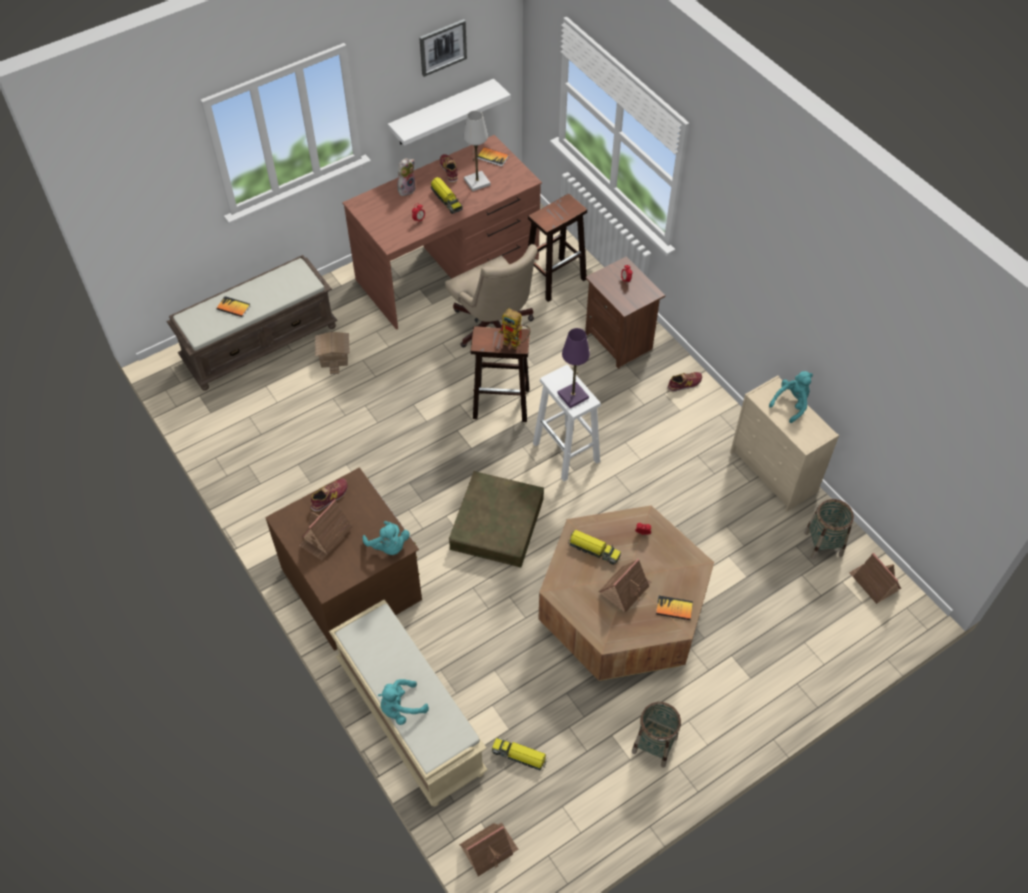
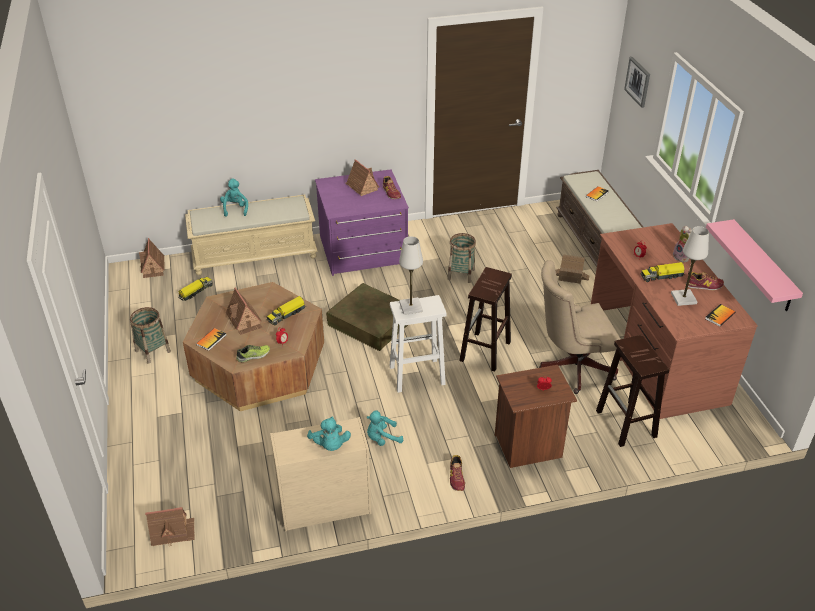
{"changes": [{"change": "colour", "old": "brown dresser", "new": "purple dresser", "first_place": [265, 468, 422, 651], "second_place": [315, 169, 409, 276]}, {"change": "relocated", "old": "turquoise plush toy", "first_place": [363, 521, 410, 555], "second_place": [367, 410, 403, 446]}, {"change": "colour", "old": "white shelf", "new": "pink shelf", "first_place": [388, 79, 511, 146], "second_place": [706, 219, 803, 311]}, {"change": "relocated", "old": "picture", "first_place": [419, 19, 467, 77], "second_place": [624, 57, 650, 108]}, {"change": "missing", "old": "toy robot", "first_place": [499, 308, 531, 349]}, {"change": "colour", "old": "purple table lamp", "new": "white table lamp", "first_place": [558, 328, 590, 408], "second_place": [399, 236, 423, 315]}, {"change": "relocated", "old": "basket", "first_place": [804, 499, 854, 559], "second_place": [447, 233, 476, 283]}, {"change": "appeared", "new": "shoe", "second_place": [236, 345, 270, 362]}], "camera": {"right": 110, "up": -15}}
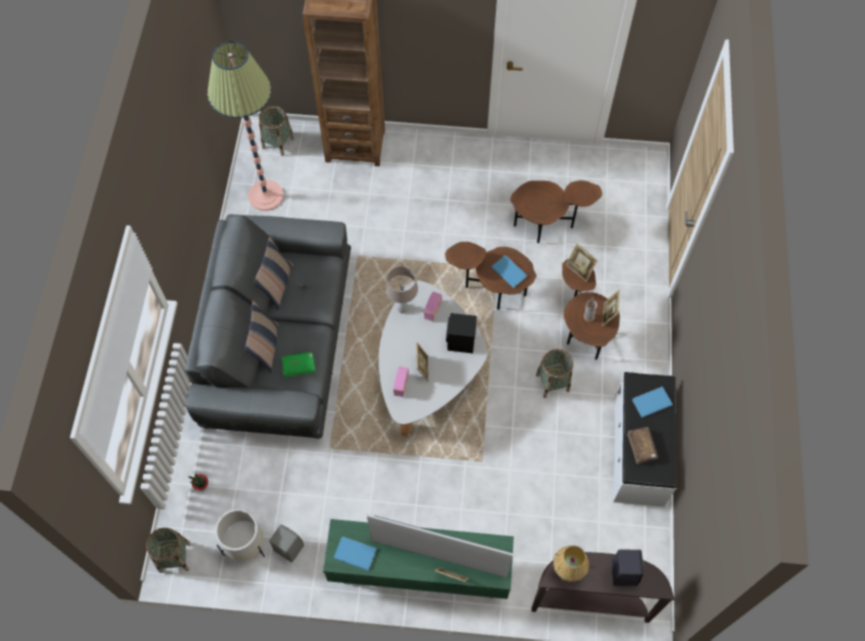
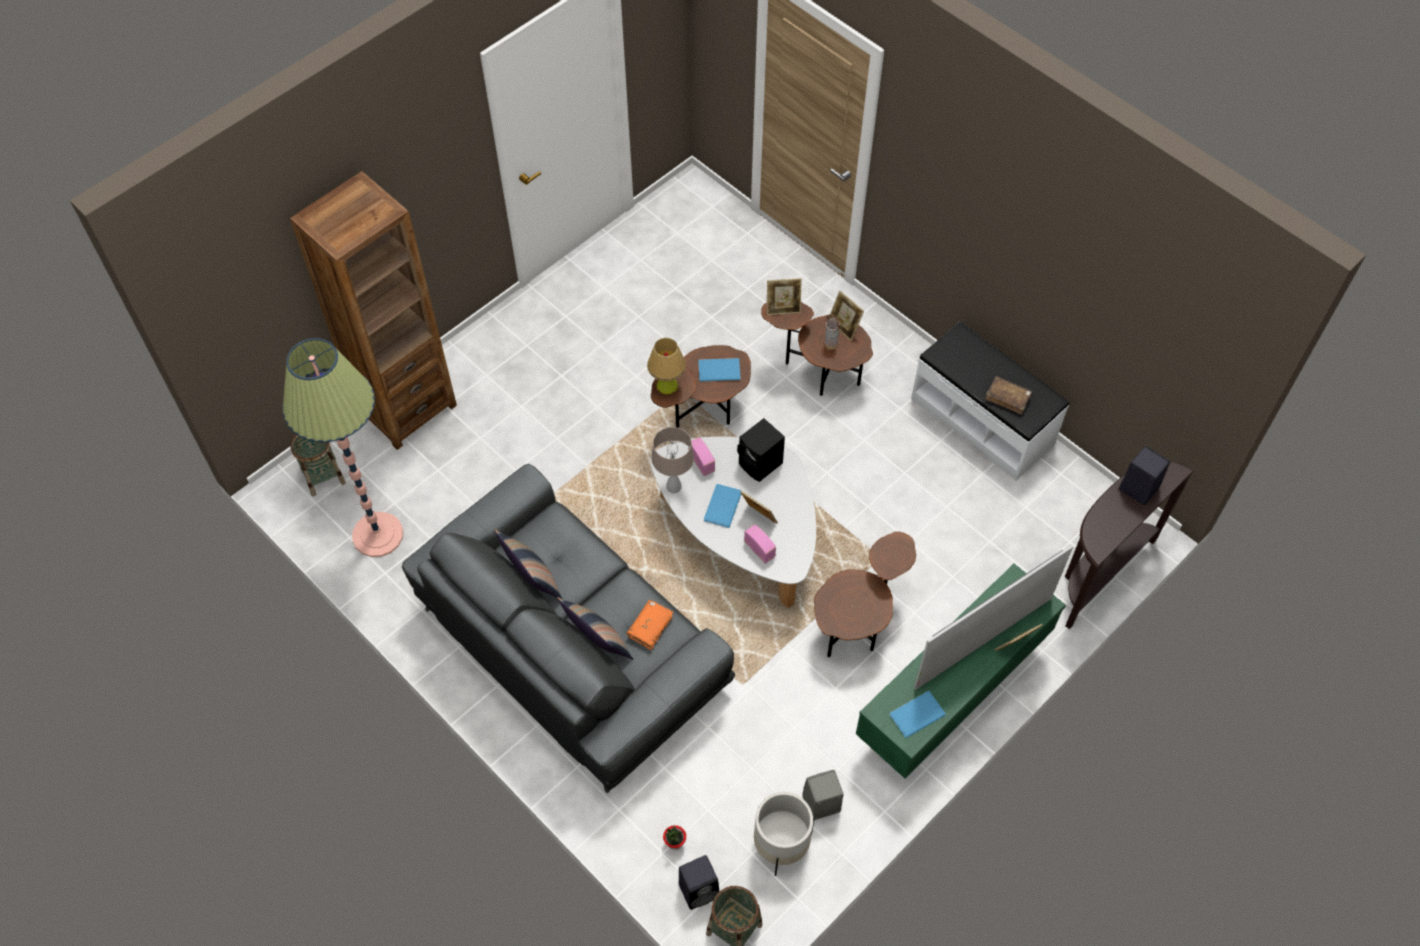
{"changes": [{"change": "colour", "old": "green book", "new": "orange book", "first_place": [281, 352, 316, 378], "second_place": [627, 600, 673, 650]}, {"change": "relocated", "old": "brown side table", "first_place": [510, 181, 602, 243], "second_place": [814, 531, 916, 657]}, {"change": "missing", "old": "basket", "first_place": [536, 349, 573, 398]}, {"change": "relocated", "old": "table lamp", "first_place": [553, 545, 589, 582], "second_place": [647, 338, 686, 394]}, {"change": "relocated", "old": "blue book", "first_place": [632, 387, 673, 418], "second_place": [704, 484, 742, 528]}, {"change": "appeared", "new": "black speaker", "second_place": [679, 855, 719, 910]}], "camera": {"right": -50, "up": -5}}
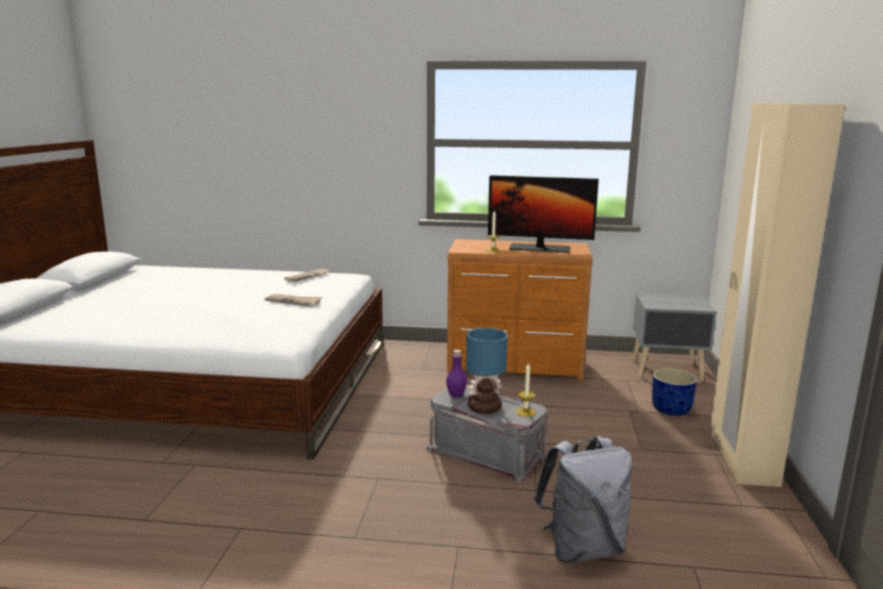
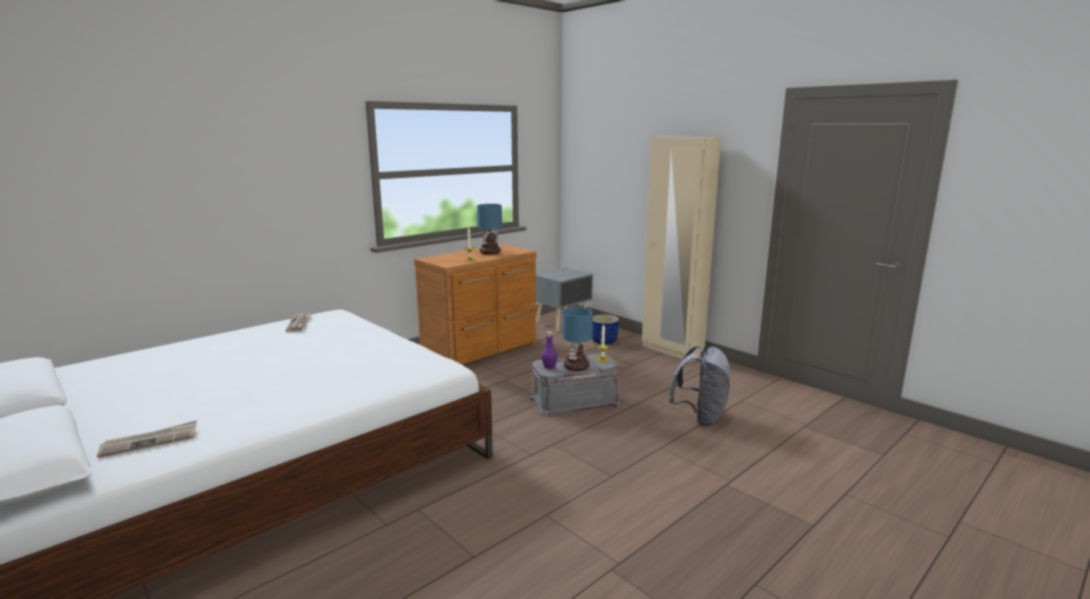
{"changes": [{"change": "relocated", "old": "newspaper", "first_place": [264, 294, 322, 307], "second_place": [97, 420, 197, 458]}, {"change": "exchanged", "old": "monitor", "new": "table lamp", "first_place": [488, 175, 599, 253], "second_place": [477, 204, 502, 255]}], "camera": {"right": -50, "up": 0}}
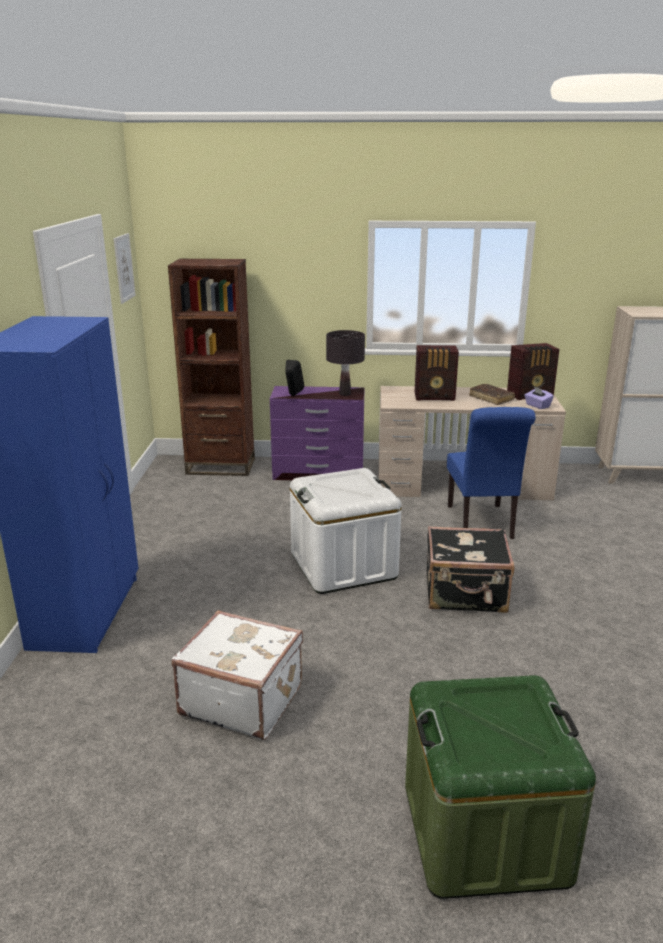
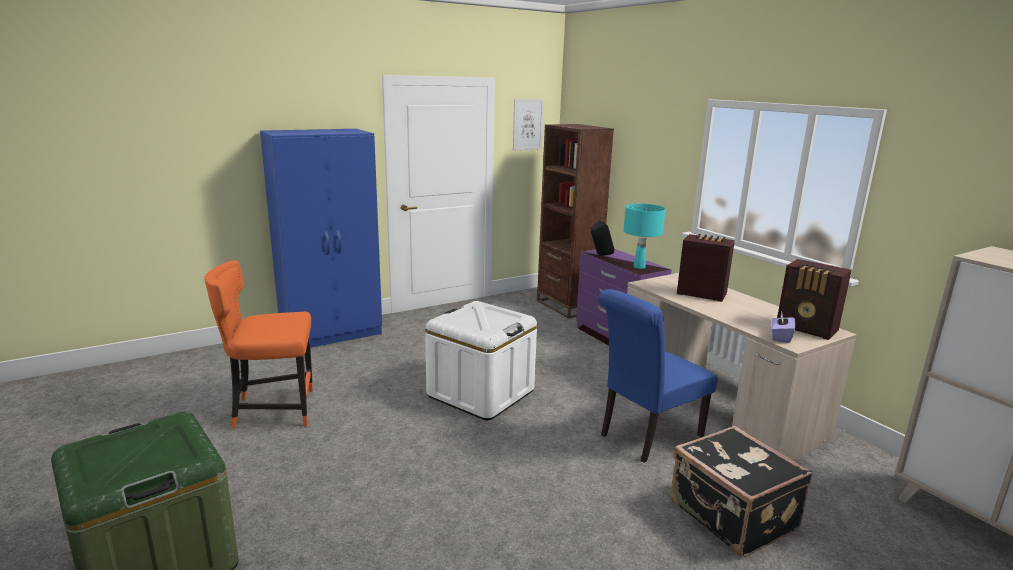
{"changes": [{"change": "exchanged", "old": "white suitcase", "new": "orange chair", "first_place": [171, 610, 303, 740], "second_place": [204, 261, 313, 429]}, {"change": "colour", "old": "black table lamp", "new": "turquoise table lamp", "first_place": [326, 330, 365, 396], "second_place": [623, 204, 665, 269]}, {"change": "spun", "old": "radio", "first_place": [415, 345, 459, 401], "second_place": [677, 234, 735, 302], "degrees": 150}, {"change": "relocated", "old": "black suitcase", "first_place": [426, 526, 514, 613], "second_place": [670, 426, 812, 557]}, {"change": "missing", "old": "brown book", "first_place": [469, 384, 515, 405]}], "camera": {"right": 55, "up": -5}}
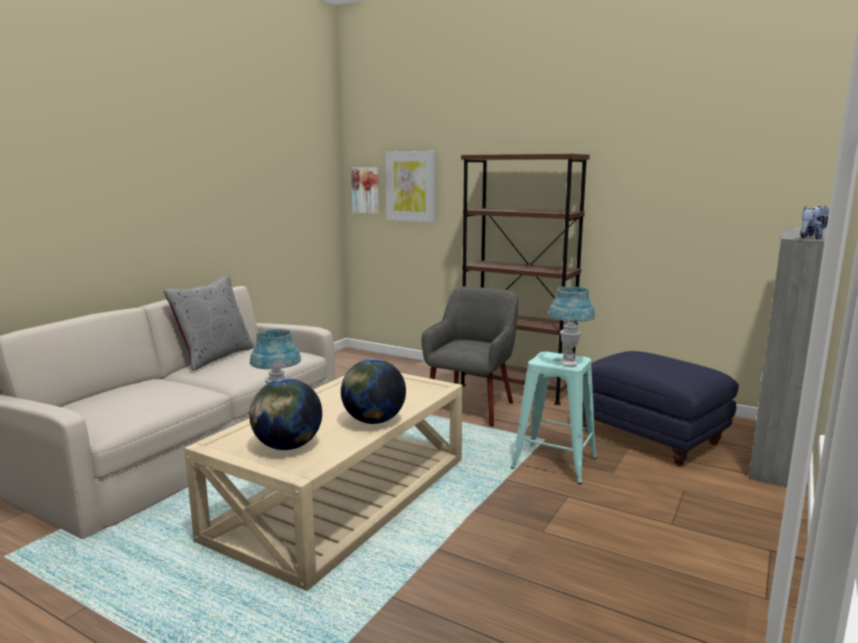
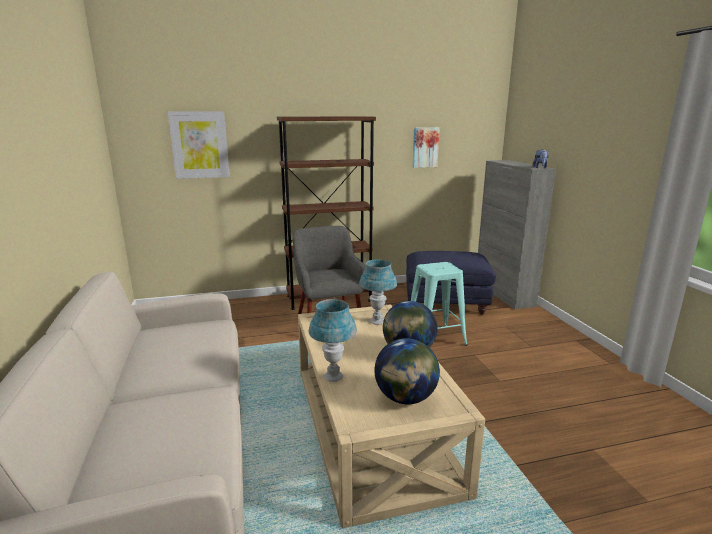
{"changes": [{"change": "missing", "old": "grey pillow", "first_place": [164, 276, 254, 371]}, {"change": "relocated", "old": "picture", "first_place": [351, 167, 379, 214], "second_place": [412, 127, 440, 168]}, {"change": "relocated", "old": "blue table lamp", "first_place": [548, 286, 595, 366], "second_place": [359, 259, 397, 325]}], "camera": {"right": -45, "up": 5}}
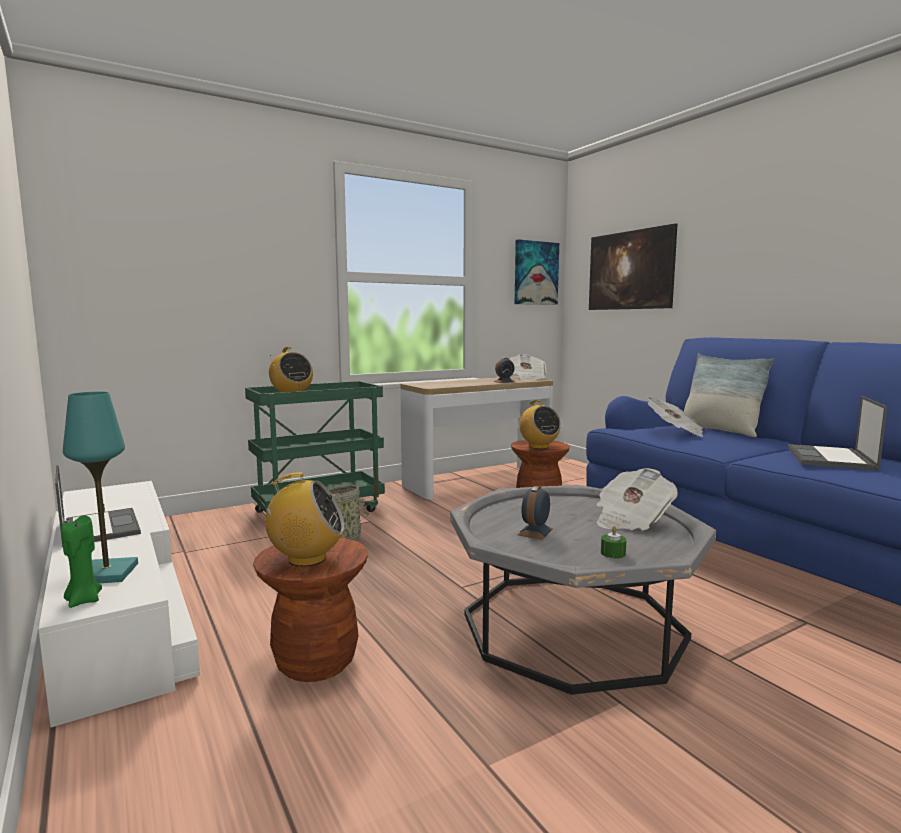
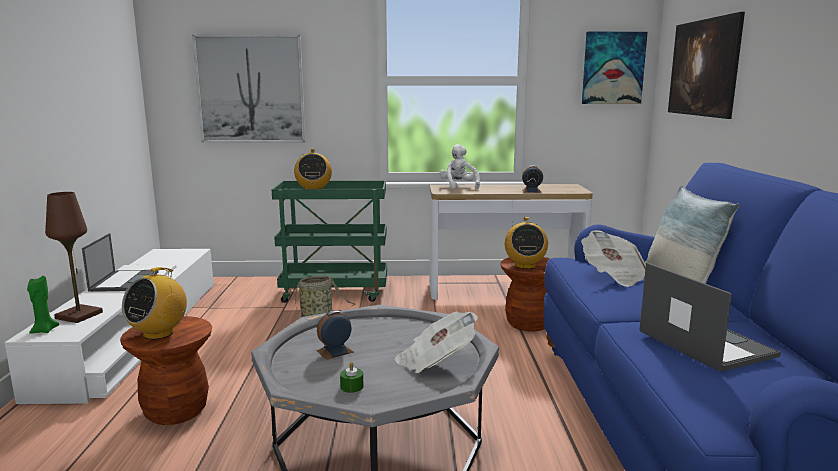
{"changes": [{"change": "colour", "old": "turquoise table lamp", "new": "brown table lamp", "first_place": [63, 392, 138, 583], "second_place": [45, 192, 103, 323]}, {"change": "spun", "old": "radio", "first_place": [256, 473, 344, 567], "second_place": [122, 267, 187, 340], "degrees": 90}, {"change": "missing", "old": "newspaper", "first_place": [510, 354, 547, 381]}, {"change": "spun", "old": "laptop", "first_place": [788, 396, 887, 470], "second_place": [639, 263, 781, 372], "degrees": 105}, {"change": "appeared", "new": "picture", "second_place": [192, 34, 306, 143]}, {"change": "appeared", "new": "white plush toy", "second_place": [439, 144, 480, 189]}], "camera": {"right": 30, "up": 5}}
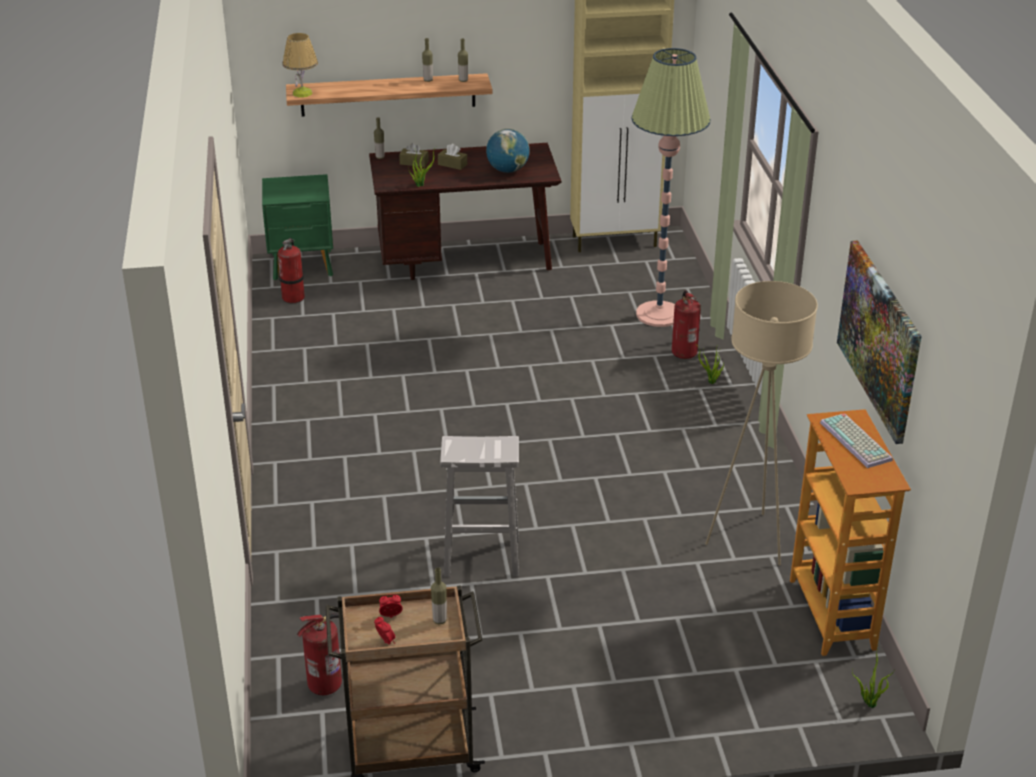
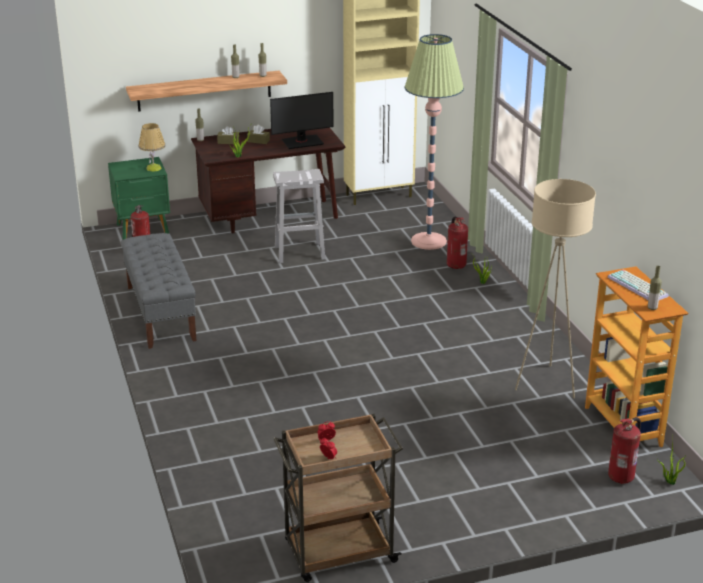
{"changes": [{"change": "relocated", "old": "table lamp", "first_place": [283, 33, 318, 97], "second_place": [139, 123, 166, 172]}, {"change": "relocated", "old": "fire extinguisher", "first_place": [297, 613, 342, 695], "second_place": [608, 417, 641, 484]}, {"change": "relocated", "old": "bottle", "first_place": [431, 567, 447, 624], "second_place": [648, 266, 662, 310]}, {"change": "relocated", "old": "white stool", "first_place": [440, 436, 519, 577], "second_place": [273, 169, 325, 263]}, {"change": "exchanged", "old": "globe", "new": "monitor", "first_place": [486, 129, 530, 173], "second_place": [270, 92, 334, 149]}, {"change": "missing", "old": "picture", "first_place": [837, 241, 922, 444]}, {"change": "appeared", "new": "grey bench", "second_place": [121, 233, 197, 349]}], "camera": {"right": -10, "up": -5}}
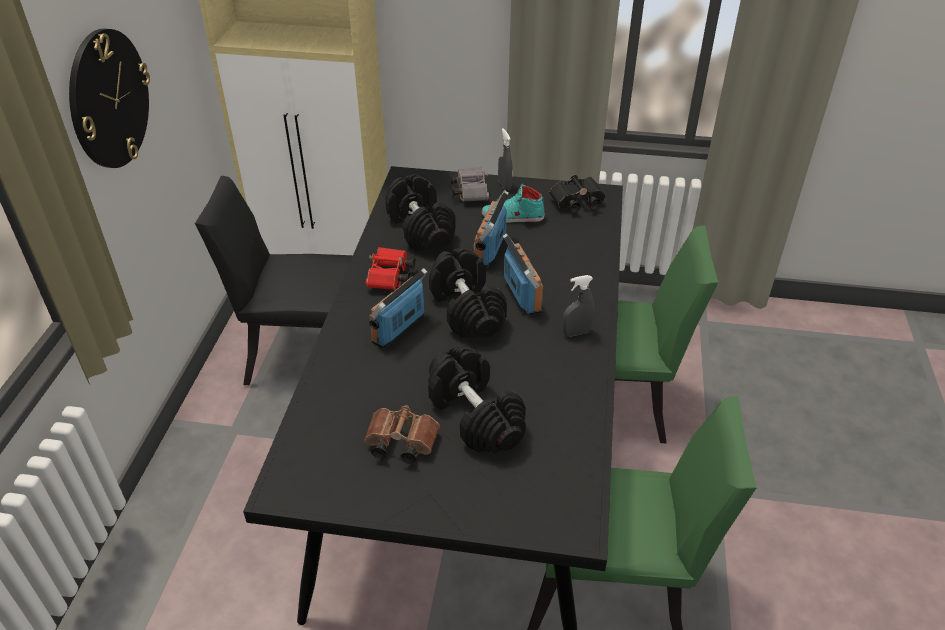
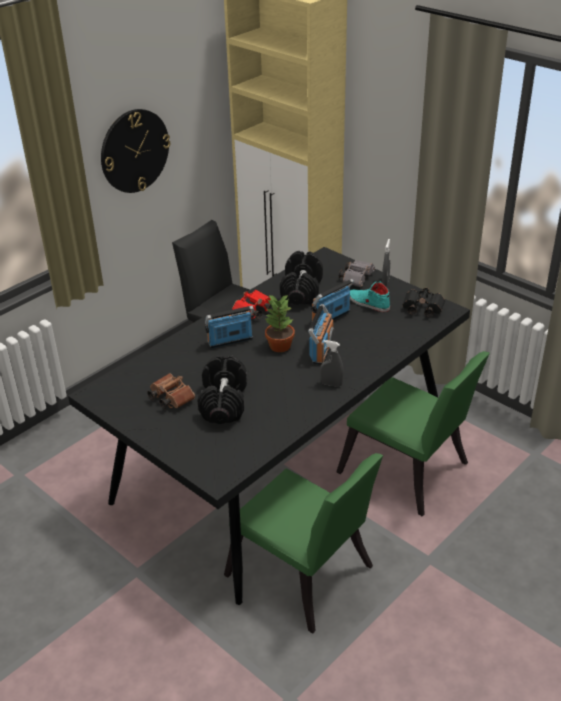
{"changes": [{"change": "exchanged", "old": "black dumbbell", "new": "potted plant", "first_place": [429, 248, 507, 338], "second_place": [264, 295, 295, 352]}], "camera": {"right": 35, "up": -5}}
